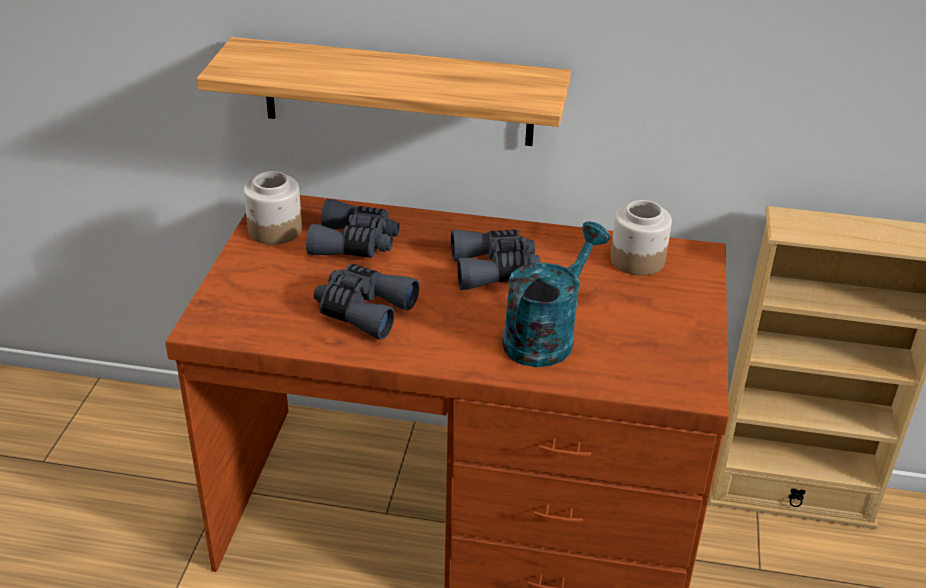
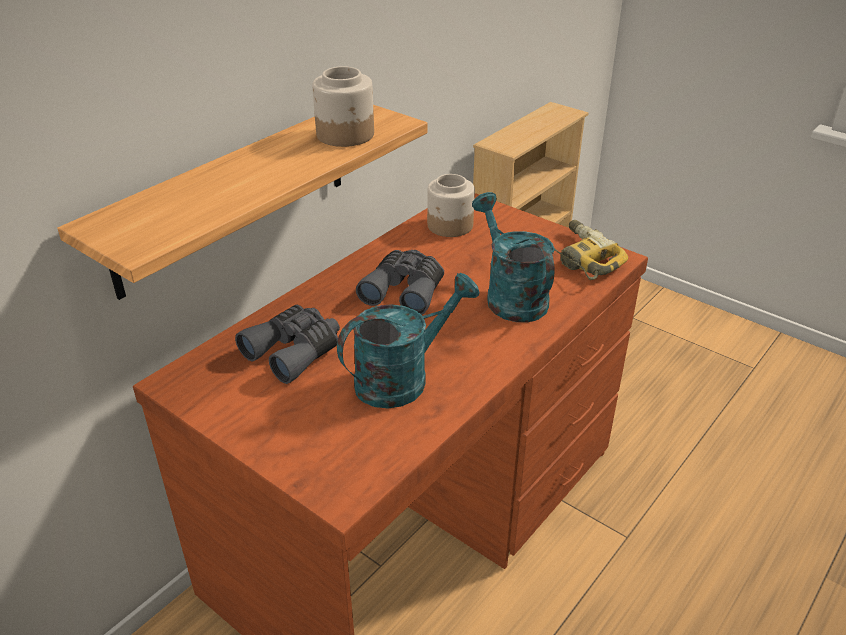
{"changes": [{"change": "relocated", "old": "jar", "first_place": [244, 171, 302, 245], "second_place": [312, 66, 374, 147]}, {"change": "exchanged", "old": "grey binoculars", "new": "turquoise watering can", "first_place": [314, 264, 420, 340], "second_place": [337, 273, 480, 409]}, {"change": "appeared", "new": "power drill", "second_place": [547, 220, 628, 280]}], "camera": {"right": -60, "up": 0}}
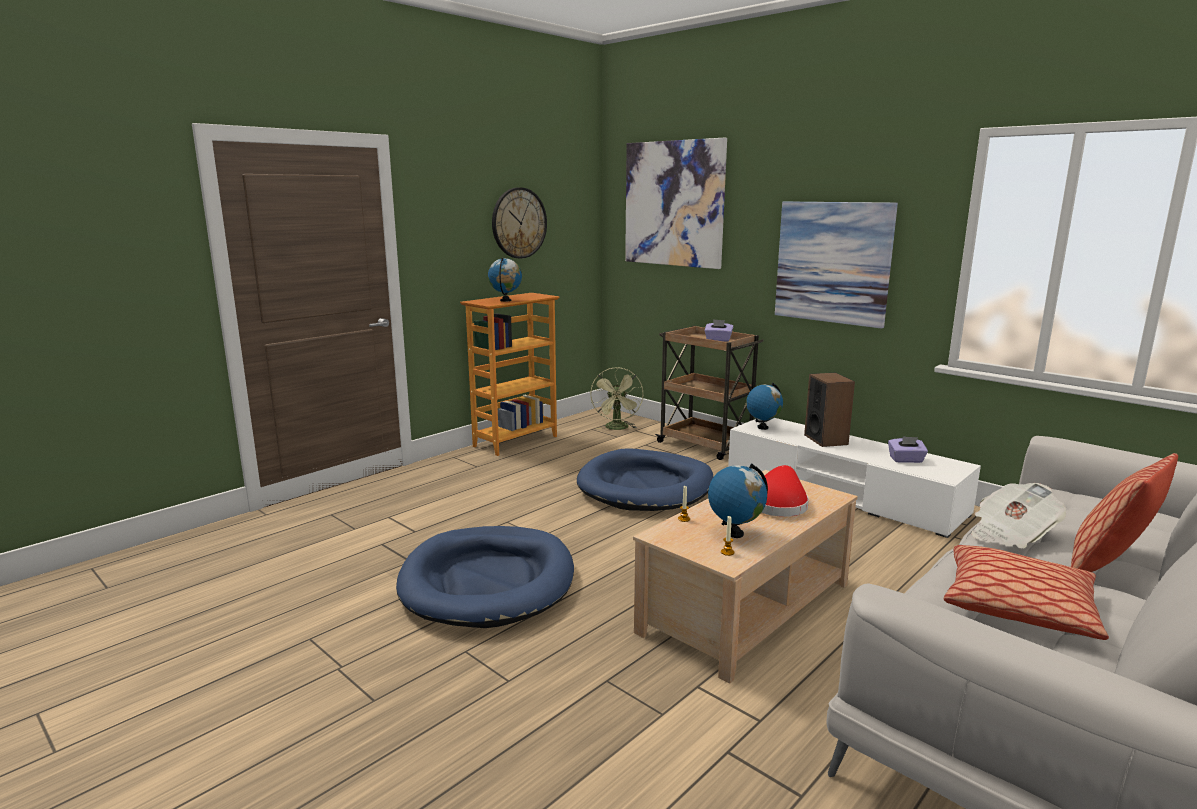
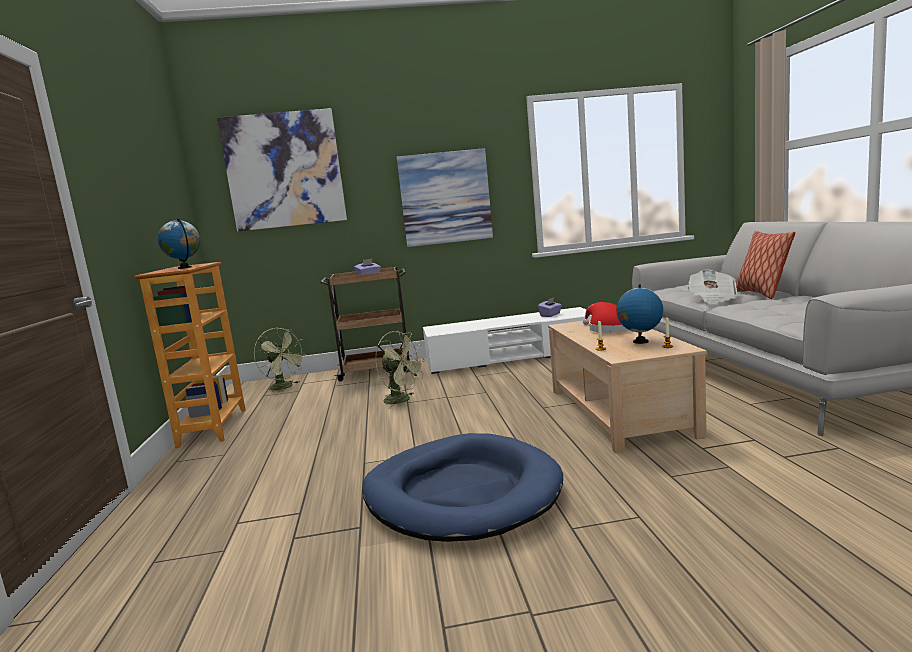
{"changes": [{"change": "missing", "old": "wall clock", "first_place": [492, 187, 547, 258]}, {"change": "exchanged", "old": "blue dog bed", "new": "green fan", "first_place": [577, 448, 713, 511], "second_place": [375, 331, 426, 409]}, {"change": "missing", "old": "globe", "first_place": [746, 383, 783, 430]}, {"change": "missing", "old": "speaker", "first_place": [804, 373, 855, 447]}, {"change": "missing", "old": "pillow", "first_place": [944, 545, 1109, 640]}], "camera": {"right": -50, "up": -5}}
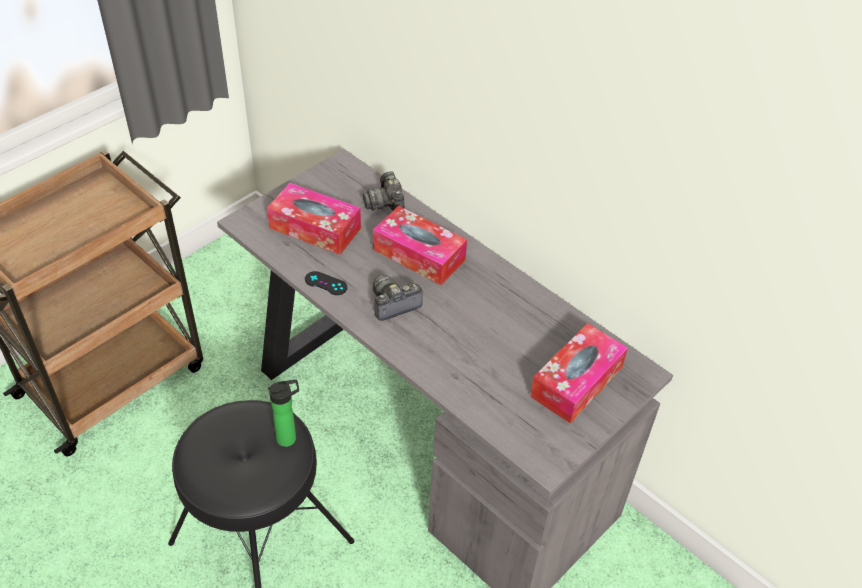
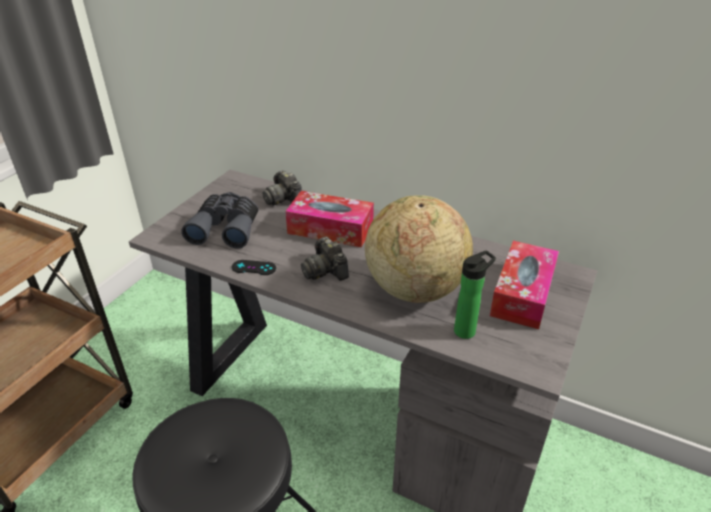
{"changes": [{"change": "exchanged", "old": "tissue box", "new": "grey binoculars", "first_place": [267, 183, 361, 255], "second_place": [181, 192, 258, 249]}, {"change": "relocated", "old": "bottle", "first_place": [268, 380, 299, 447], "second_place": [454, 250, 496, 339]}, {"change": "spun", "old": "photo camera", "first_place": [373, 275, 423, 321], "second_place": [301, 237, 349, 281], "degrees": -75}, {"change": "appeared", "new": "globe", "second_place": [365, 195, 473, 303]}], "camera": {"right": -15, "up": -10}}
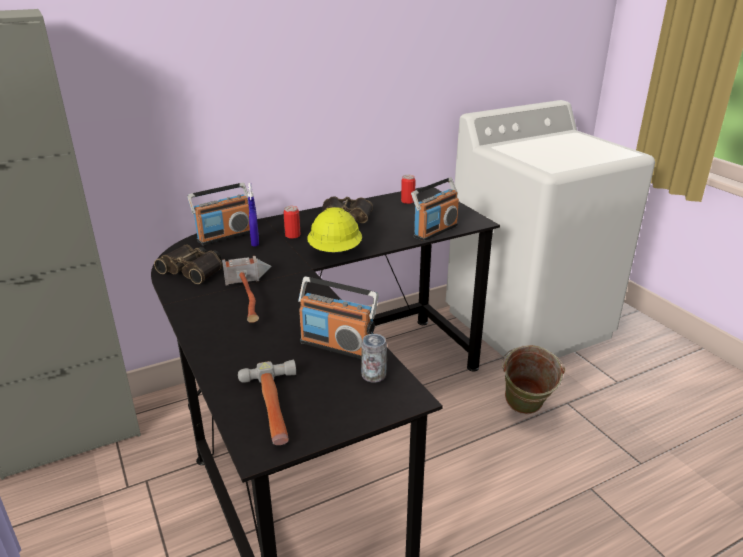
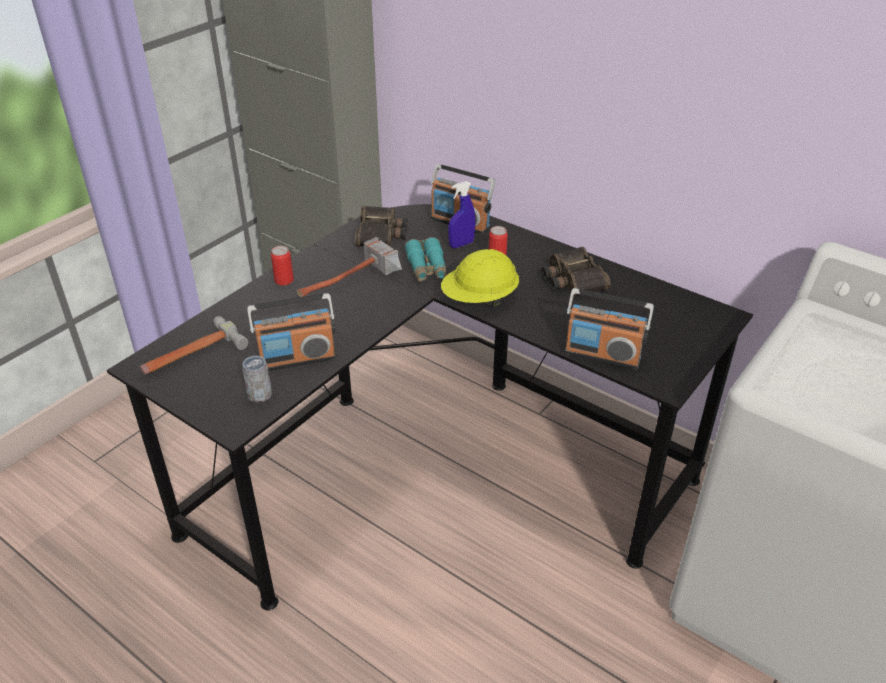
{"changes": [{"change": "spun", "old": "radio", "first_place": [298, 276, 379, 359], "second_place": [247, 293, 336, 371], "degrees": -105}, {"change": "relocated", "old": "can", "first_place": [401, 175, 416, 204], "second_place": [271, 246, 294, 286]}, {"change": "missing", "old": "green bucket", "first_place": [502, 345, 565, 414]}, {"change": "appeared", "new": "turquoise binoculars", "second_place": [404, 237, 447, 282]}], "camera": {"right": 65, "up": 10}}
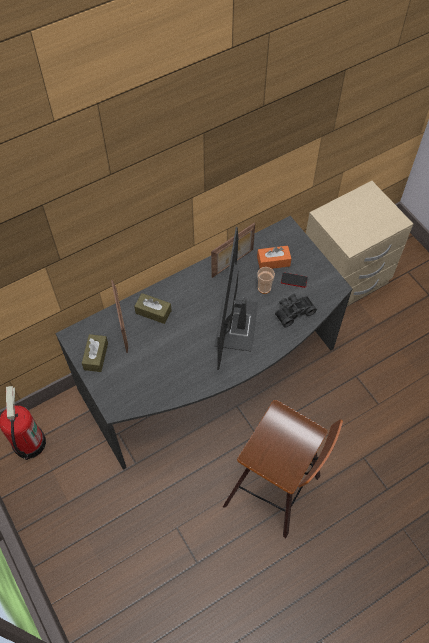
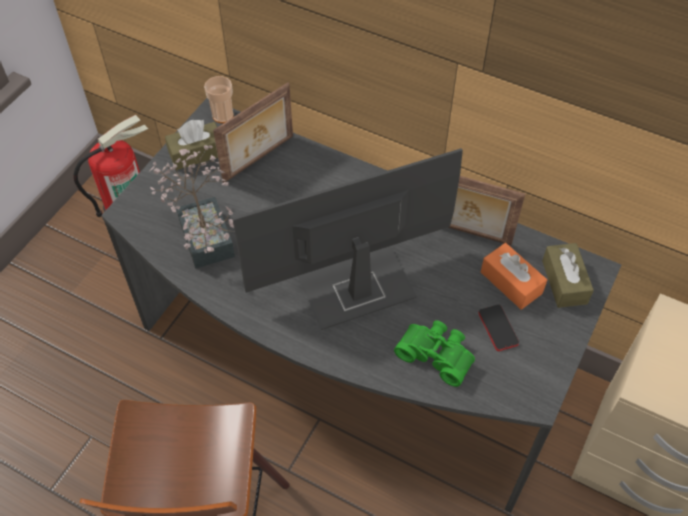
{"changes": [{"change": "relocated", "old": "brown tissue box", "first_place": [134, 293, 172, 324], "second_place": [542, 243, 594, 308]}, {"change": "relocated", "old": "cup", "first_place": [257, 267, 275, 294], "second_place": [204, 76, 234, 123]}, {"change": "colour", "old": "black binoculars", "new": "green binoculars", "first_place": [275, 294, 317, 327], "second_place": [394, 320, 475, 387]}, {"change": "appeared", "new": "potted plant", "second_place": [150, 145, 235, 269]}], "camera": {"right": 60, "up": -5}}
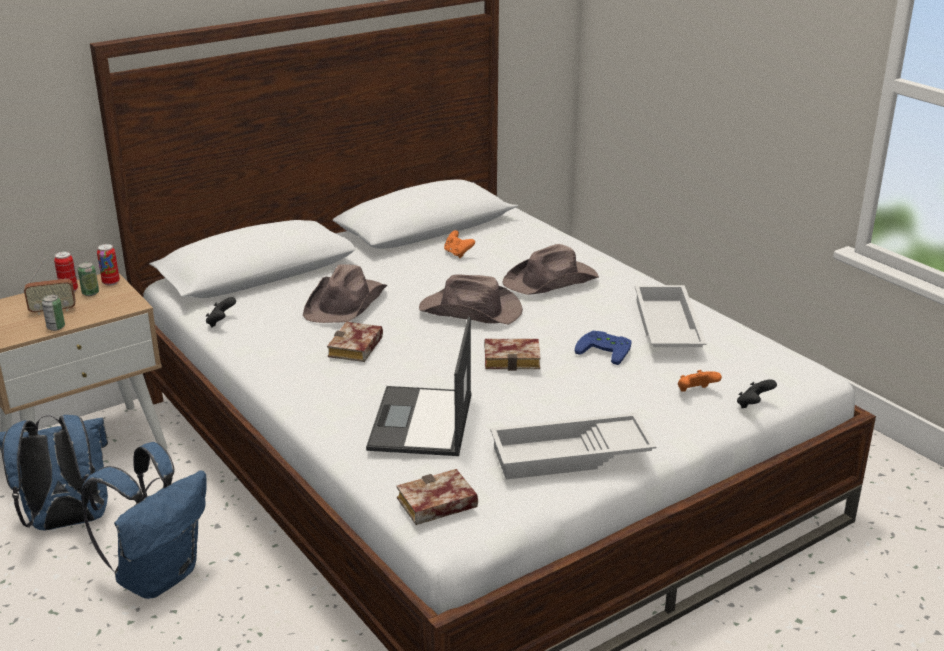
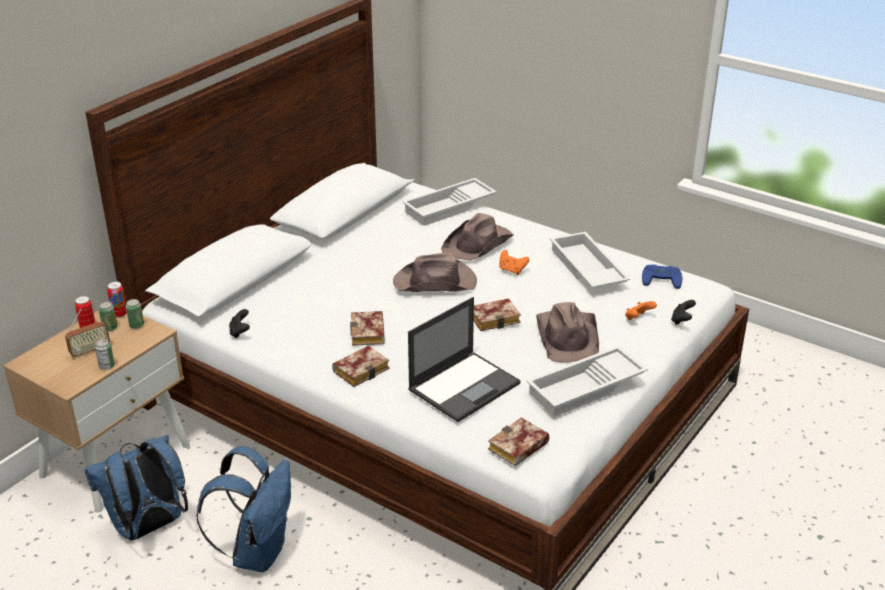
{"changes": [{"change": "relocated", "old": "brown hat", "first_place": [303, 264, 388, 323], "second_place": [536, 302, 599, 363]}, {"change": "spun", "old": "laptop", "first_place": [366, 316, 471, 456], "second_place": [408, 297, 521, 422], "degrees": -120}, {"change": "relocated", "old": "orange game controller", "first_place": [444, 230, 475, 258], "second_place": [499, 250, 529, 275]}, {"change": "relocated", "old": "blue game controller", "first_place": [575, 331, 632, 365], "second_place": [642, 265, 682, 289]}, {"change": "appeared", "new": "can", "second_place": [126, 299, 144, 329]}, {"change": "appeared", "new": "book", "second_place": [332, 346, 390, 387]}, {"change": "appeared", "new": "white tray", "second_place": [402, 178, 497, 226]}], "camera": {"right": -20, "up": 5}}
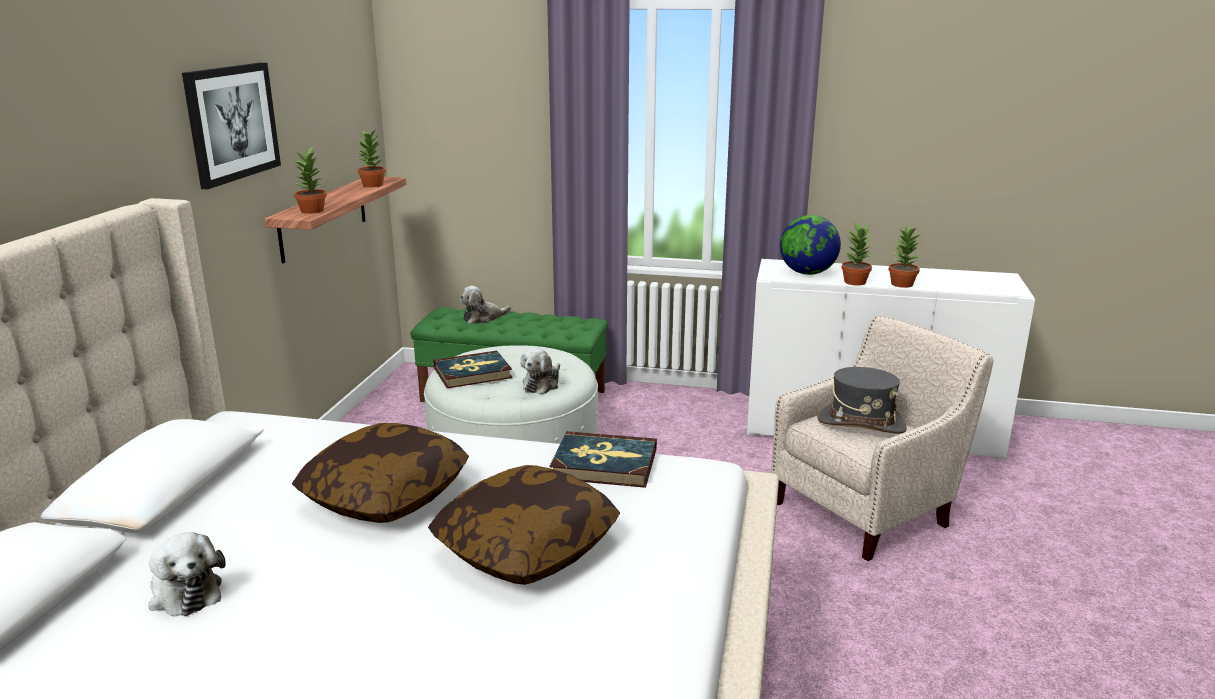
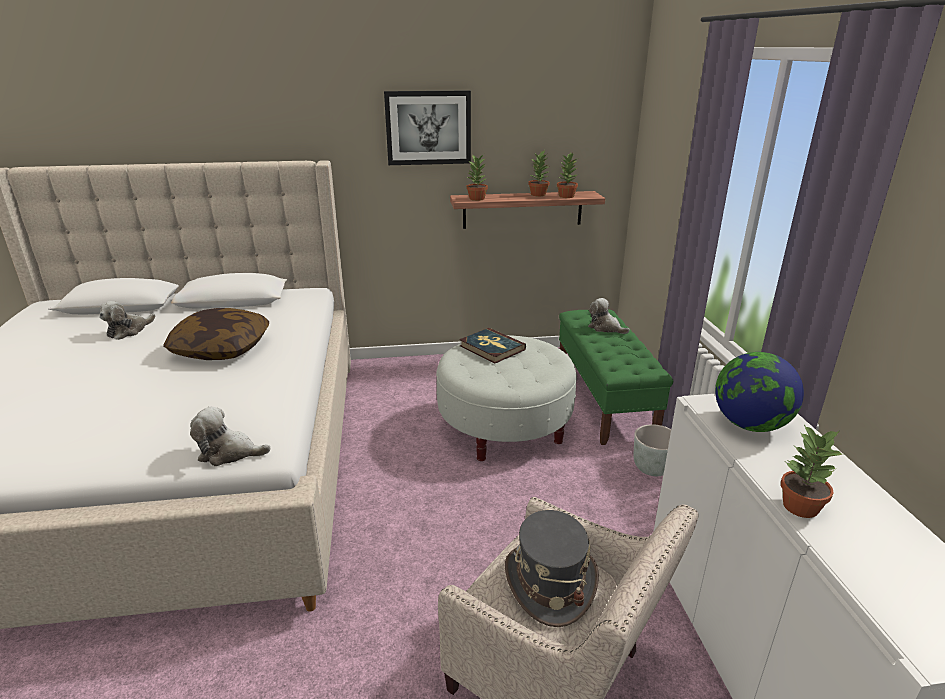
{"changes": [{"change": "missing", "old": "pillow", "first_place": [428, 465, 620, 585]}, {"change": "relocated", "old": "plush toy", "first_place": [520, 348, 560, 394], "second_place": [190, 407, 270, 466]}, {"change": "missing", "old": "book", "first_place": [550, 431, 657, 488]}, {"change": "relocated", "old": "potted plant", "first_place": [842, 222, 872, 286], "second_place": [528, 150, 550, 196]}, {"change": "appeared", "new": "grey planter", "second_place": [633, 424, 671, 476]}], "camera": {"right": 70, "up": 5}}
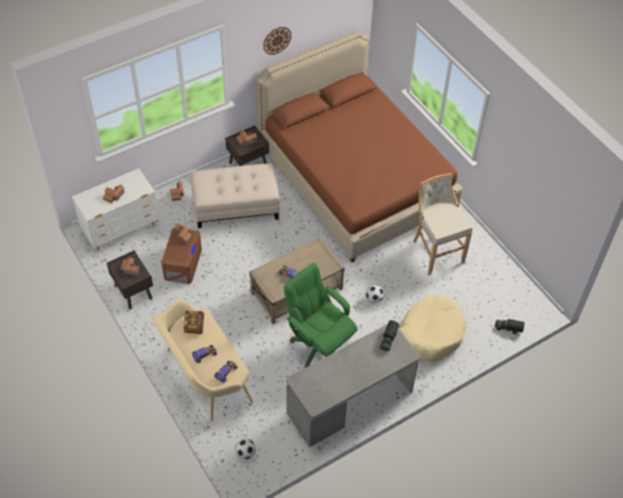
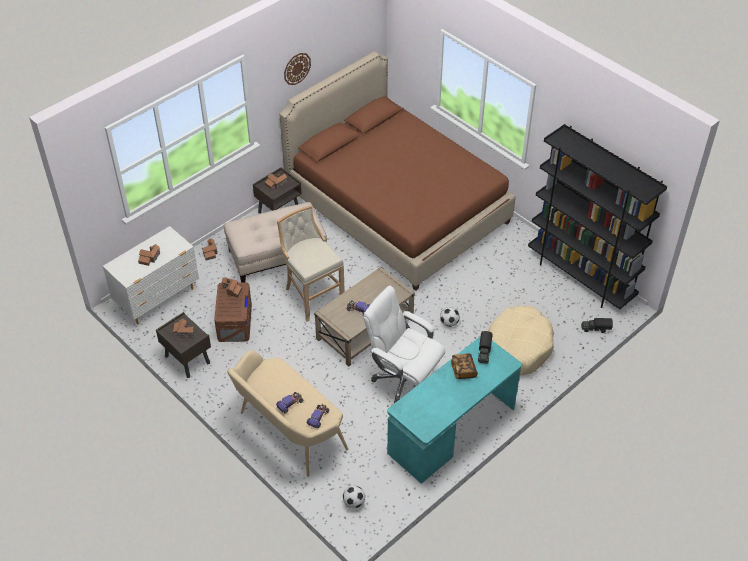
{"changes": [{"change": "relocated", "old": "book", "first_place": [184, 310, 204, 334], "second_place": [451, 353, 478, 379]}, {"change": "colour", "old": "green office chair", "new": "white office chair", "first_place": [284, 263, 358, 368], "second_place": [364, 286, 445, 403]}, {"change": "colour", "old": "grey desk", "new": "turquoise desk", "first_place": [286, 324, 420, 447], "second_place": [387, 336, 522, 484]}, {"change": "relocated", "old": "beige stool", "first_place": [413, 173, 473, 276], "second_place": [277, 205, 345, 322]}, {"change": "appeared", "new": "black bookcase", "second_place": [528, 124, 667, 310]}], "camera": {"right": -10, "up": -5}}
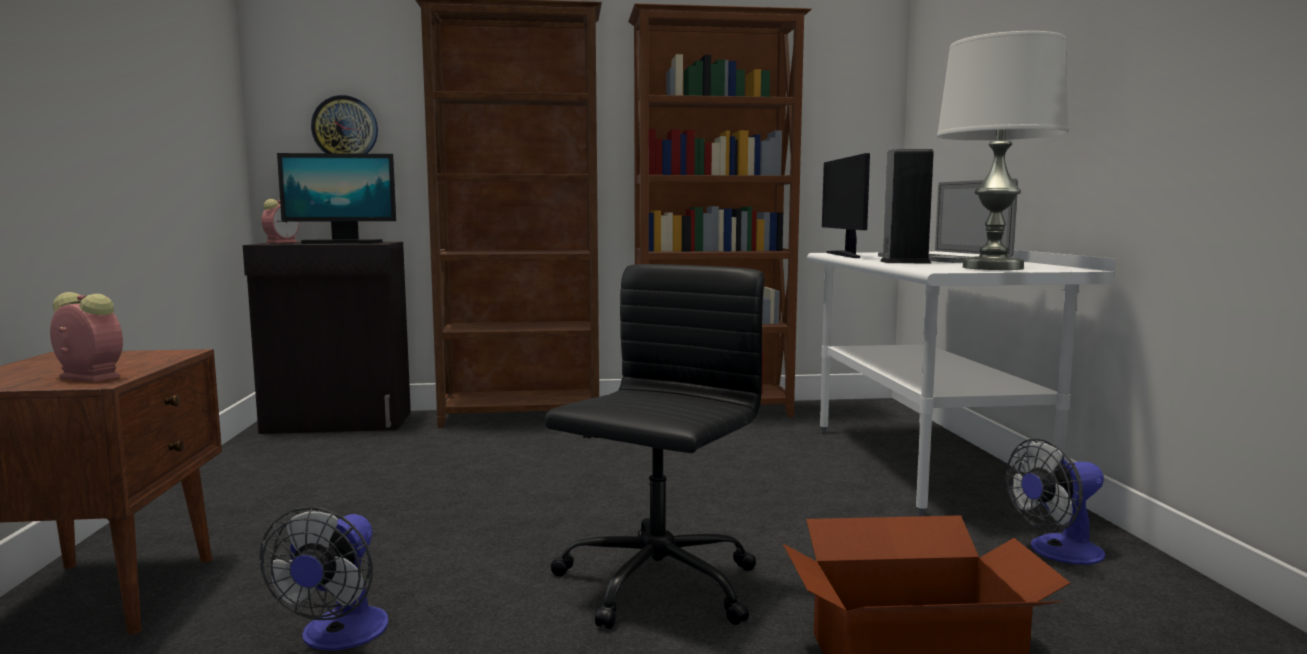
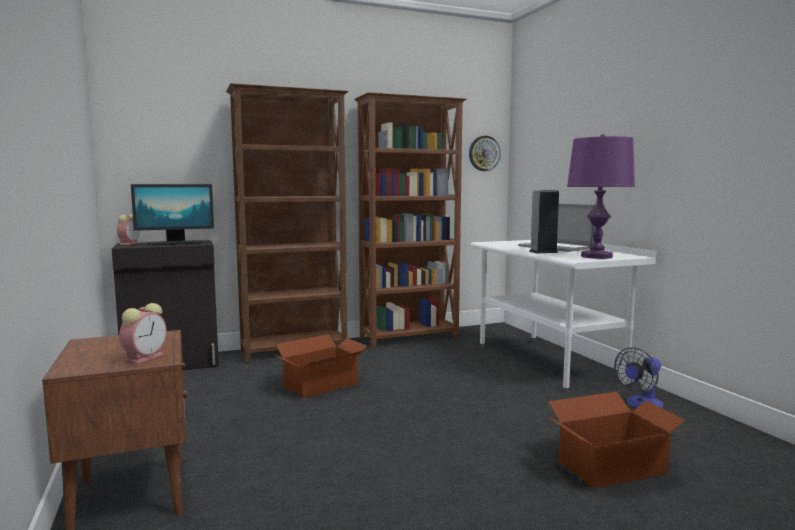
{"changes": [{"change": "spun", "old": "alarm clock", "first_place": [50, 292, 123, 382], "second_place": [119, 303, 167, 364], "degrees": 105}, {"change": "missing", "old": "fan", "first_place": [259, 507, 389, 650]}, {"change": "relocated", "old": "wall clock", "first_place": [311, 95, 378, 154], "second_place": [469, 136, 501, 171]}, {"change": "missing", "old": "black office chair", "first_place": [545, 264, 764, 629]}, {"change": "missing", "old": "monitor", "first_place": [822, 153, 870, 258]}, {"change": "colour", "old": "white table lamp", "new": "purple table lamp", "first_place": [937, 31, 1069, 270], "second_place": [567, 134, 635, 259]}, {"change": "appeared", "new": "cardboard box", "second_place": [271, 334, 367, 398]}], "camera": {"right": -15, "up": 0}}
